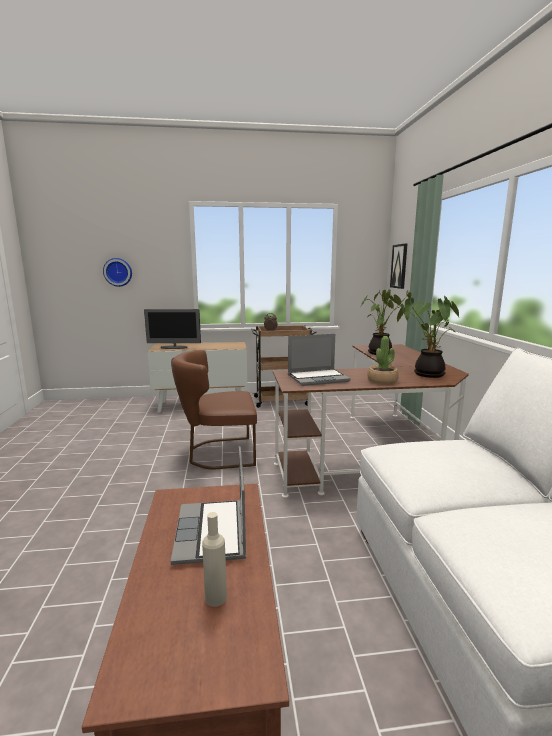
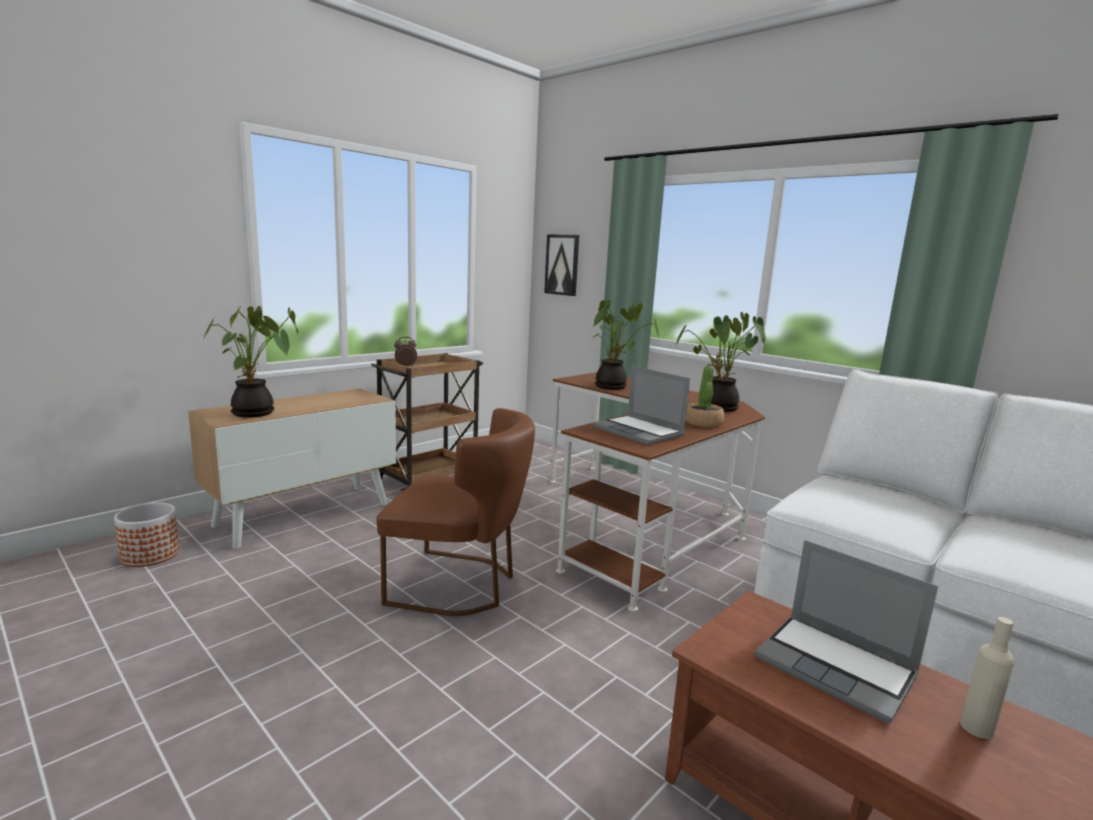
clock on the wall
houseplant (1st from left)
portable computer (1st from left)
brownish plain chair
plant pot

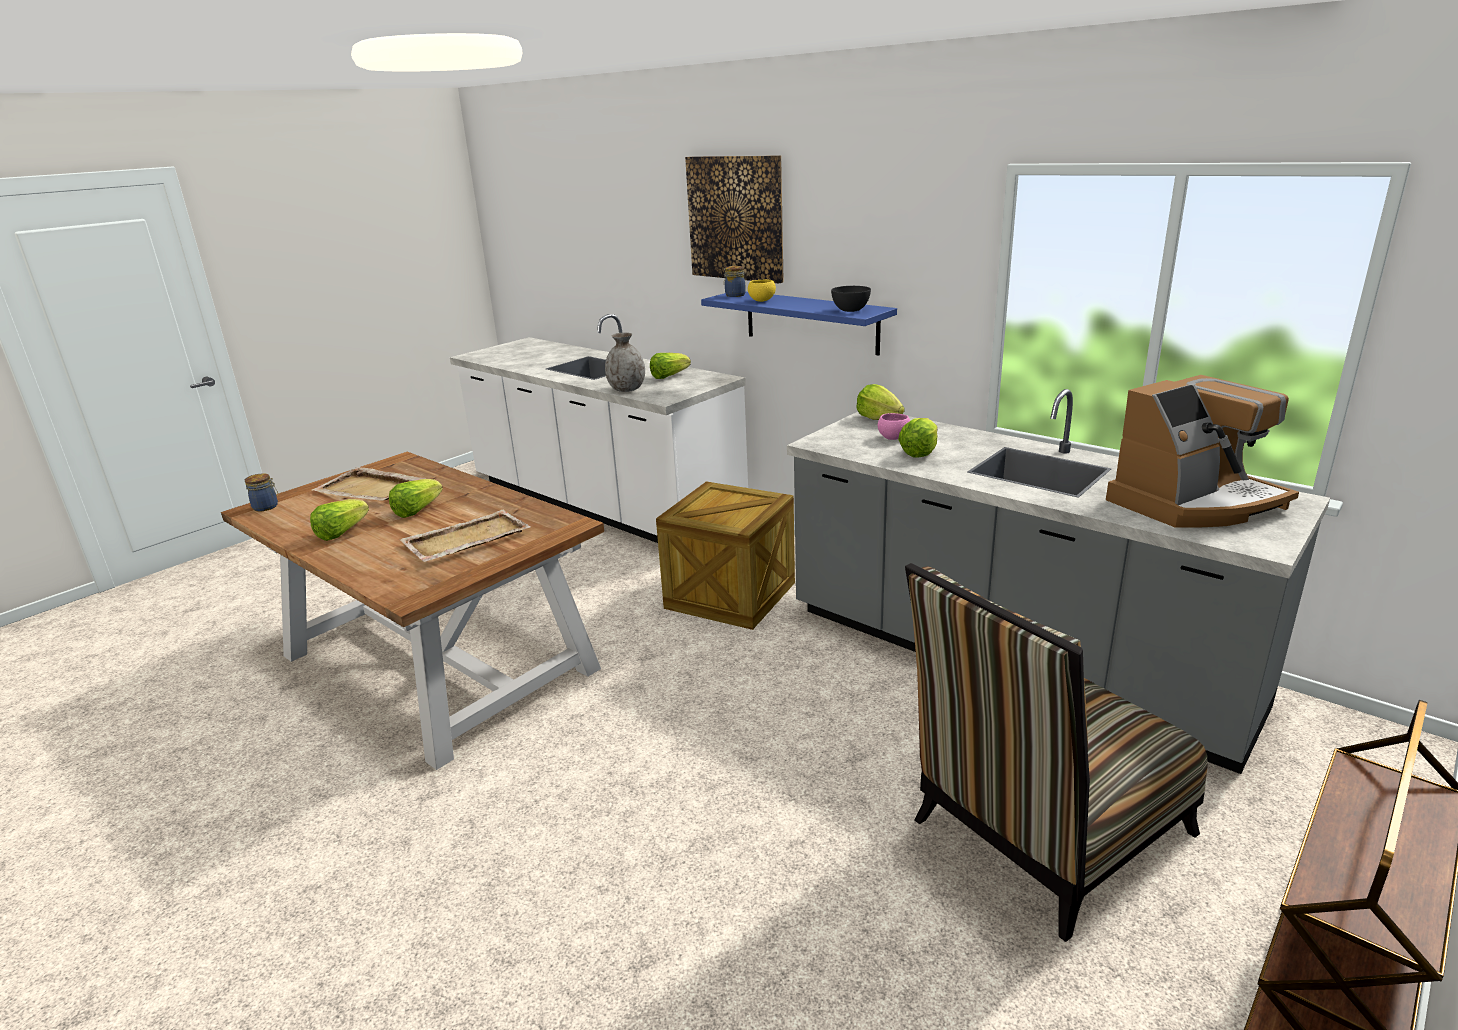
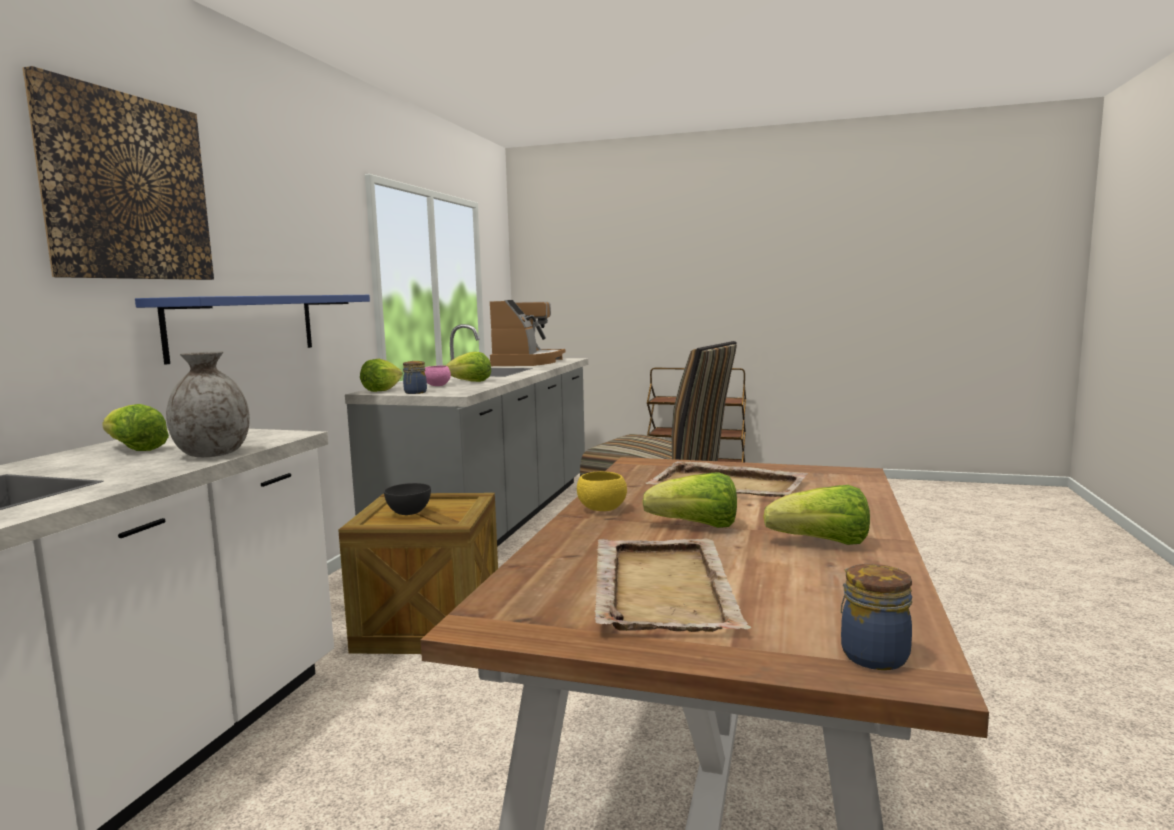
storage jar (1st from left)
yellow-coloured serving bowl
gray serving bowl
coffee maker

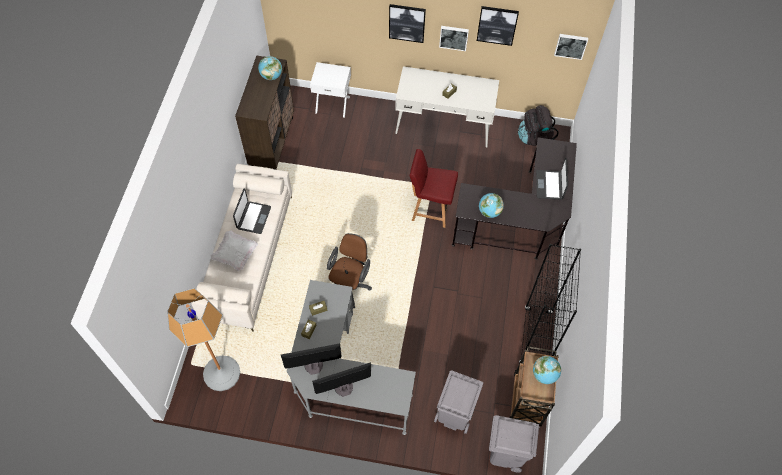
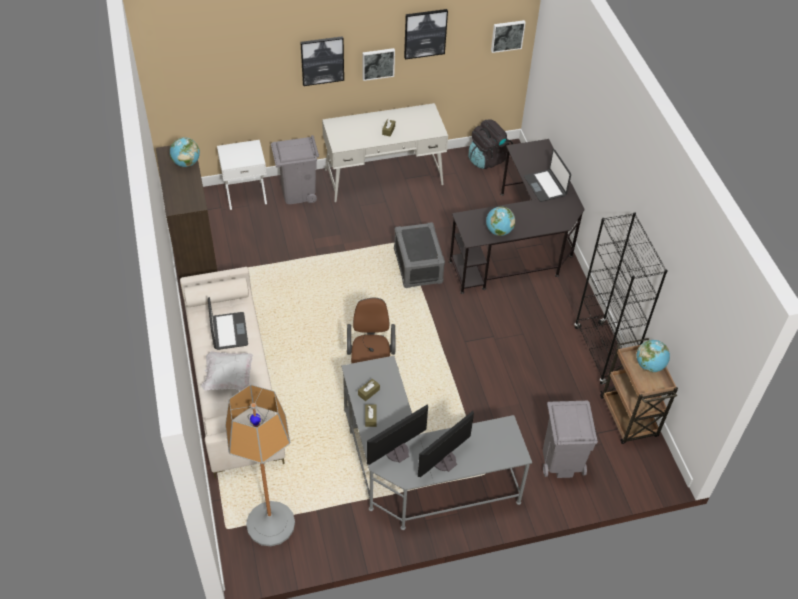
gray storage container
gray trash can (1st from left)

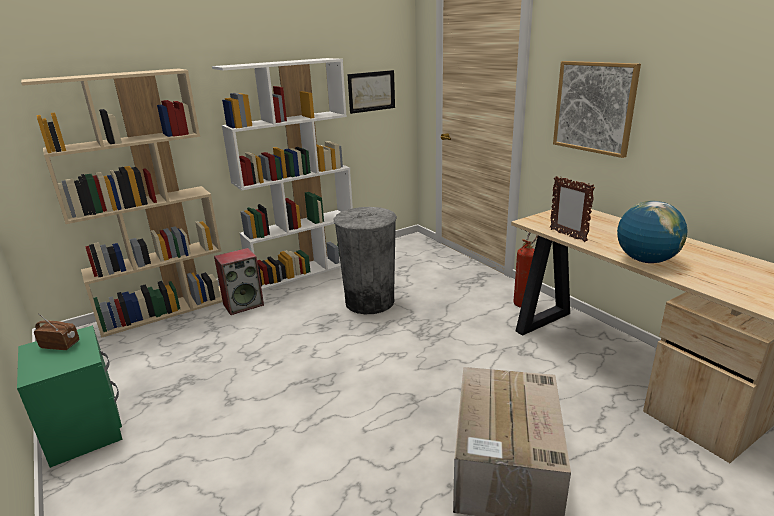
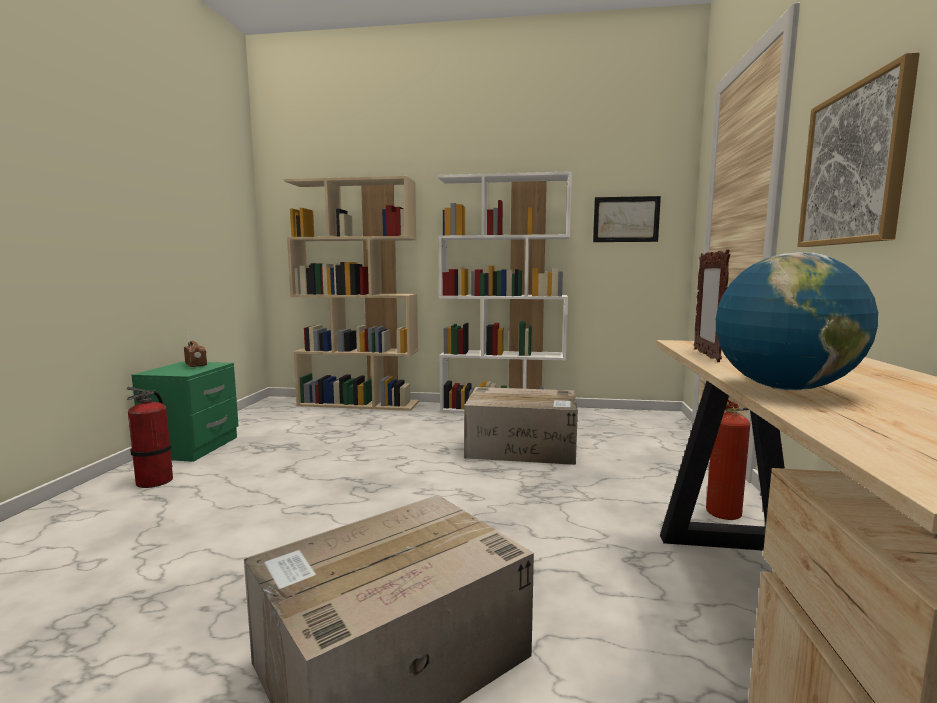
cardboard box (2nd from left)
speaker
fire-fighting cylinder (1st from left)

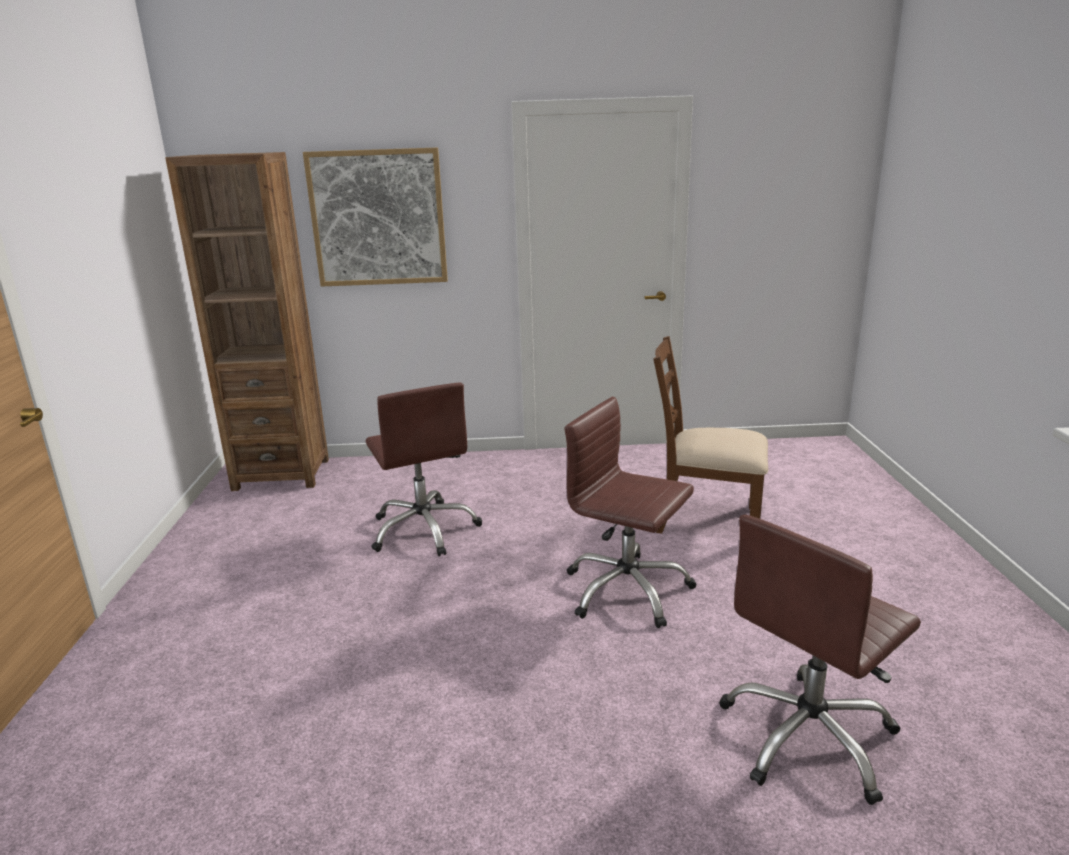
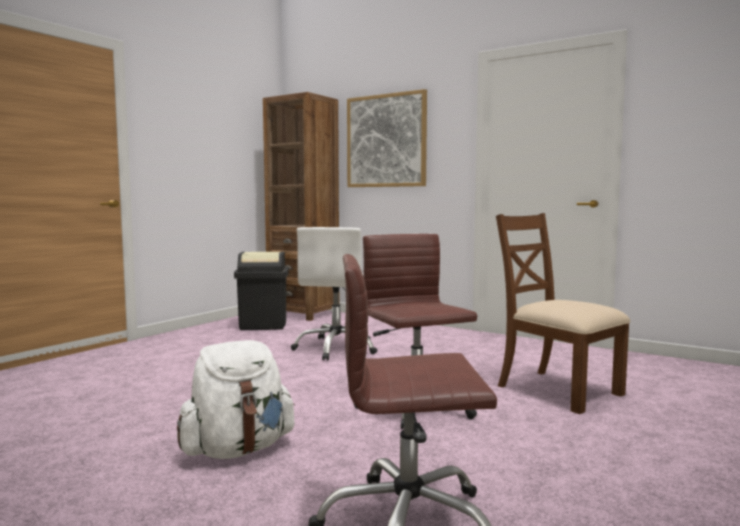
white-coloured desk chair
blackish trash can
white-coloured backpack

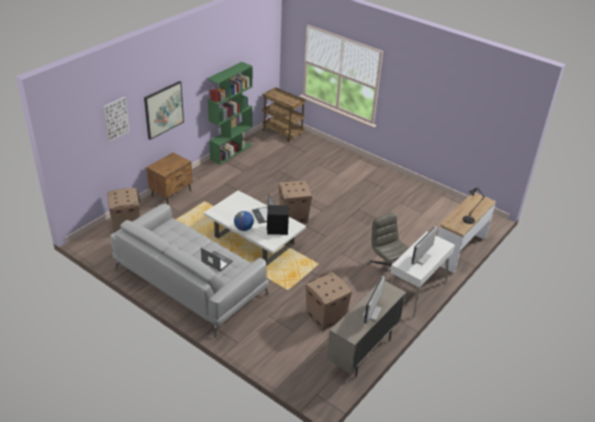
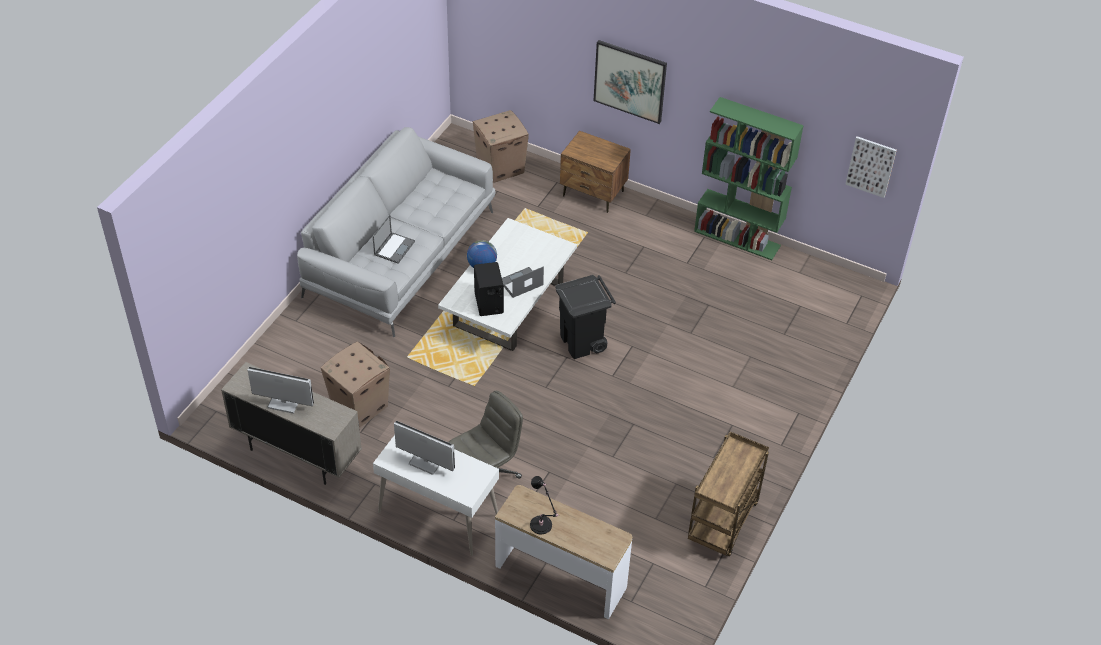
brownish wheeled cart
wall picture (2nd from left)
blackish trash can

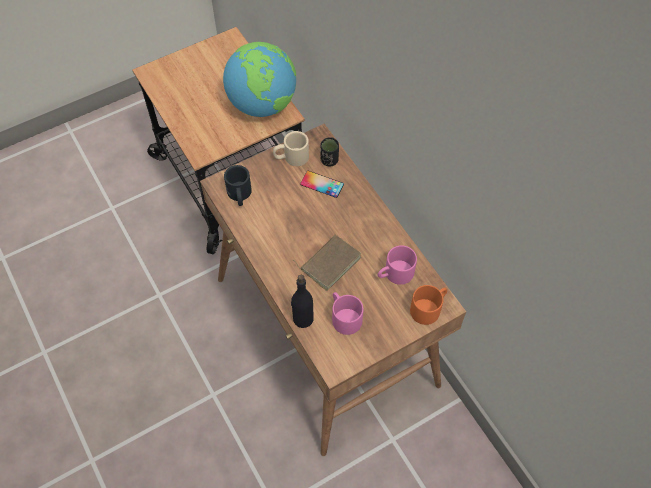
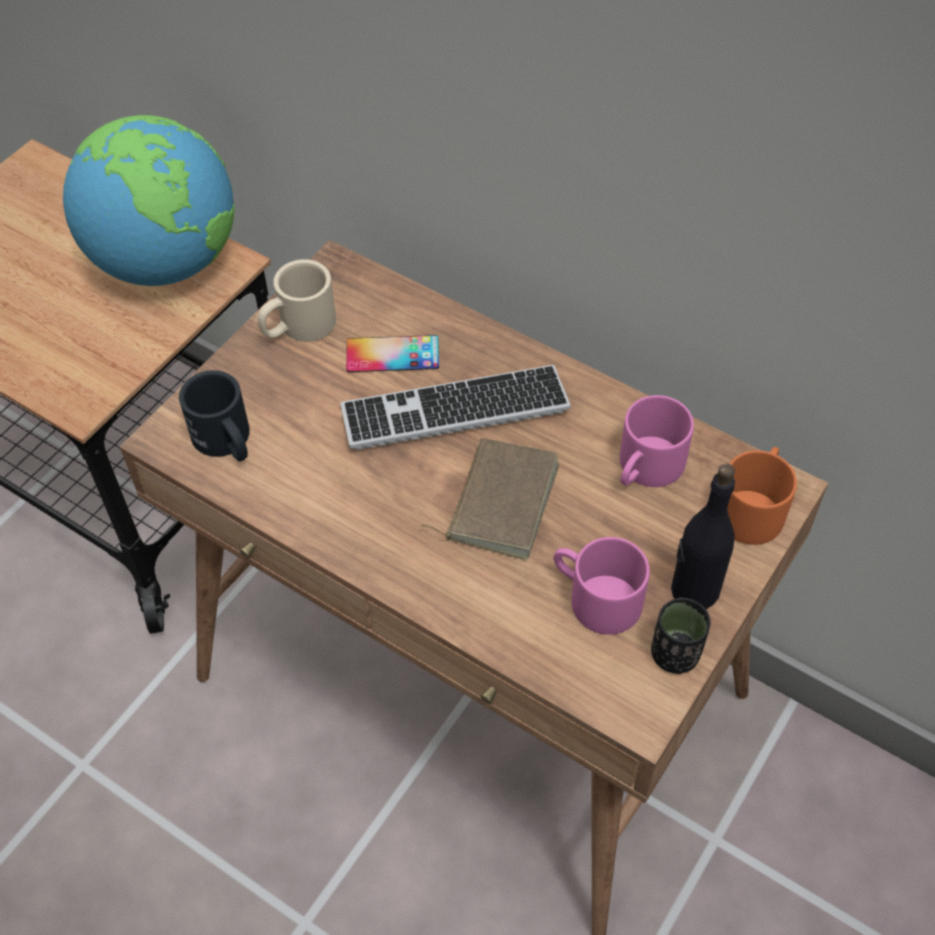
blackish cup
blackish beverage bottle
PC keyboard

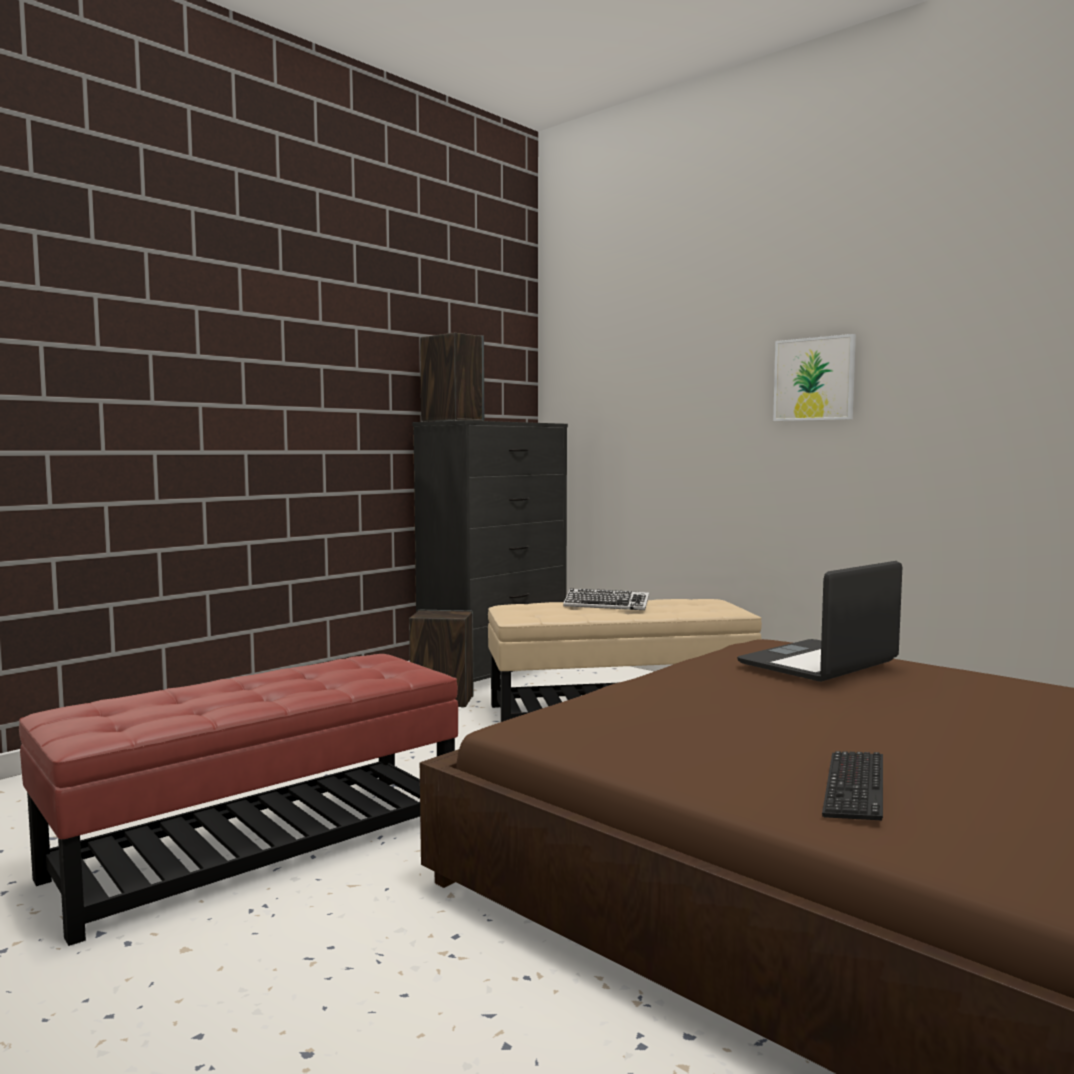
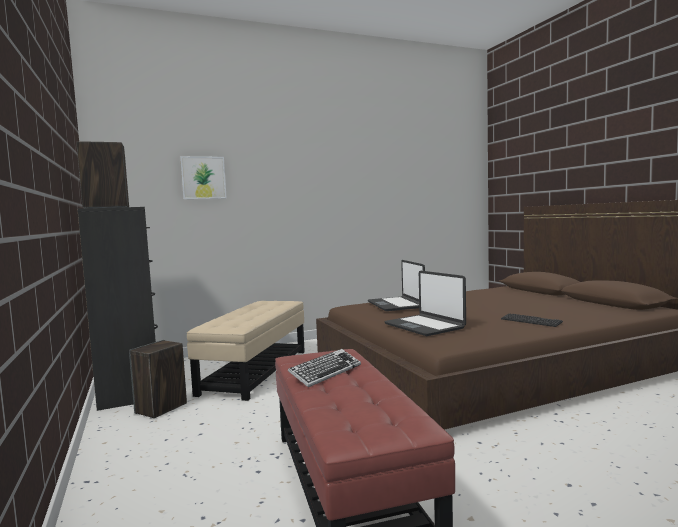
wall picture
PC keyboard (1st from left)
portable computer (2nd from left)

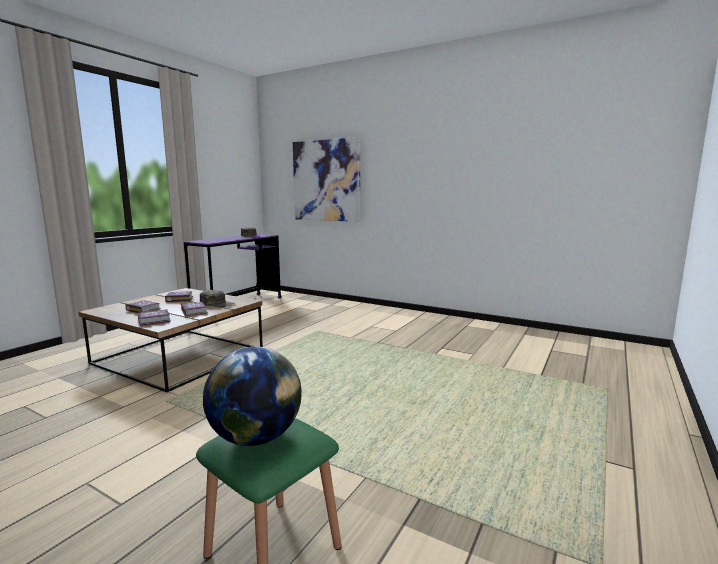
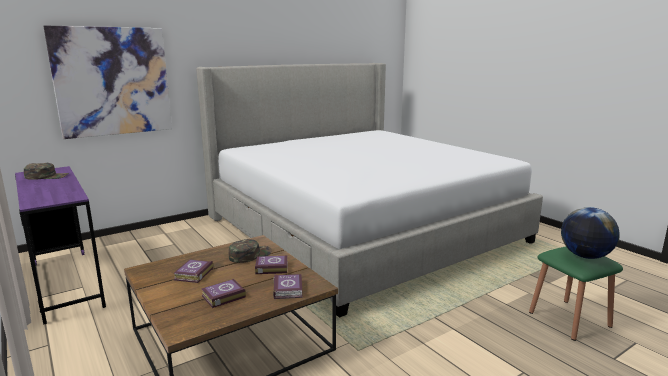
bed

